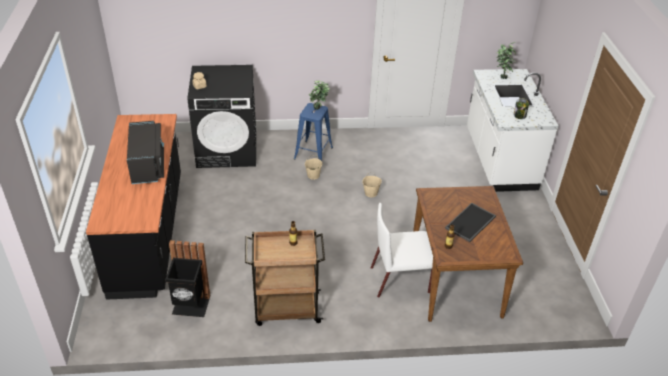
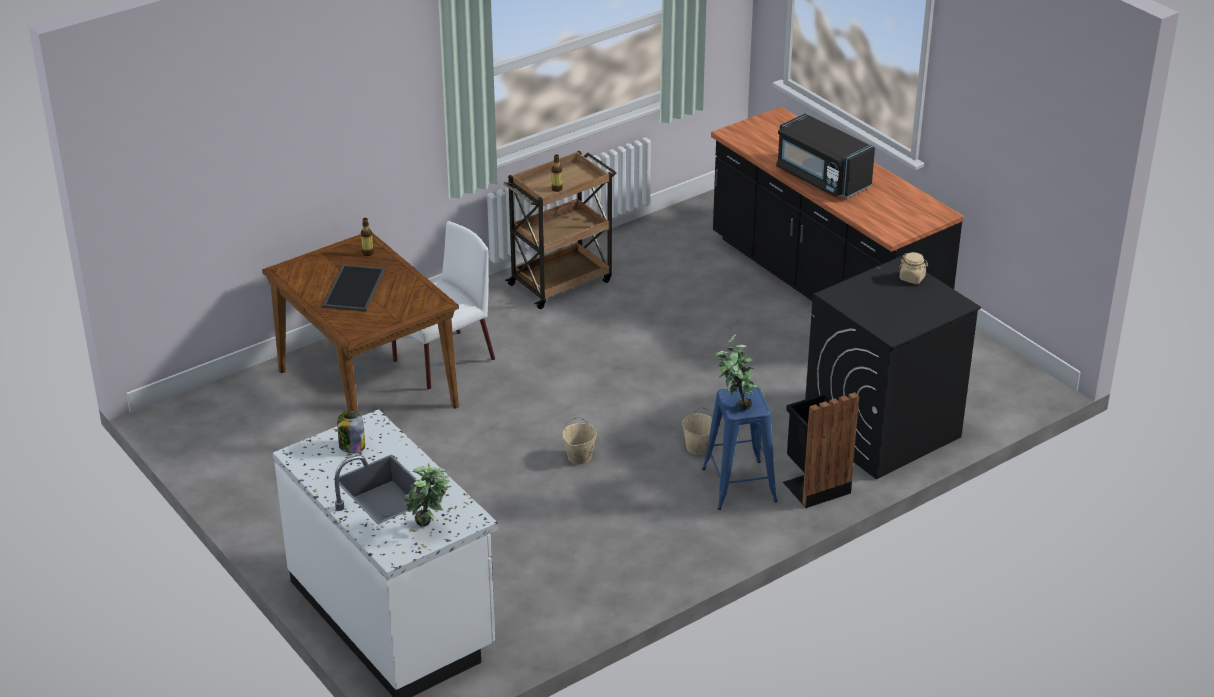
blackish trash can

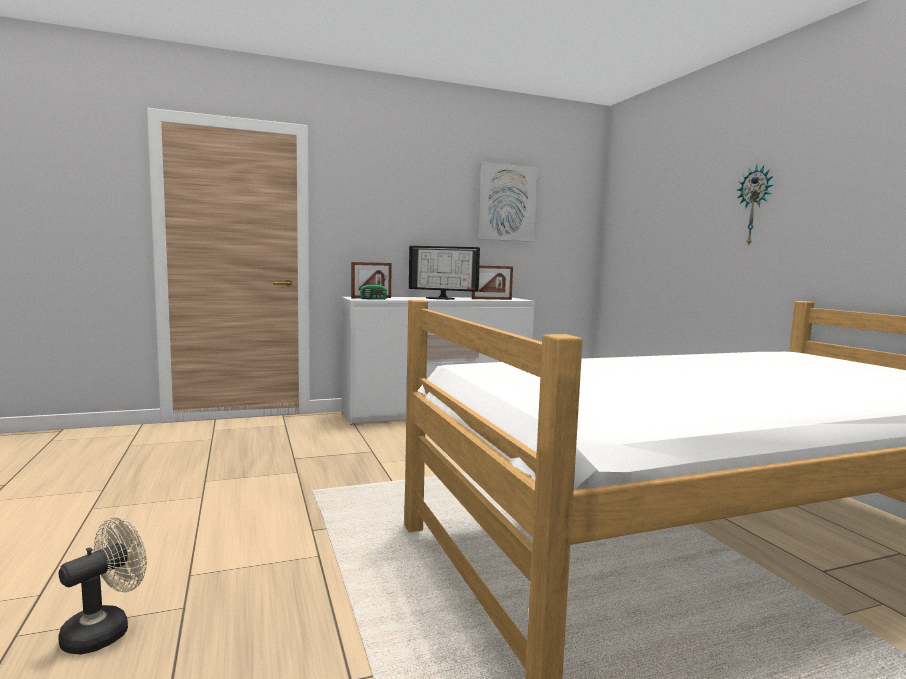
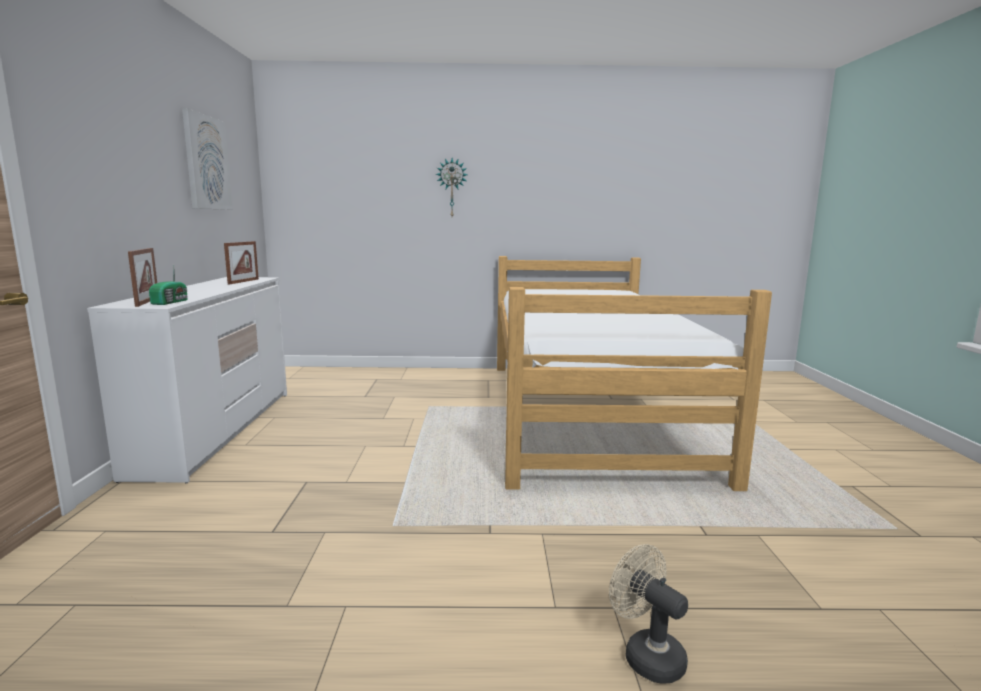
computer screen

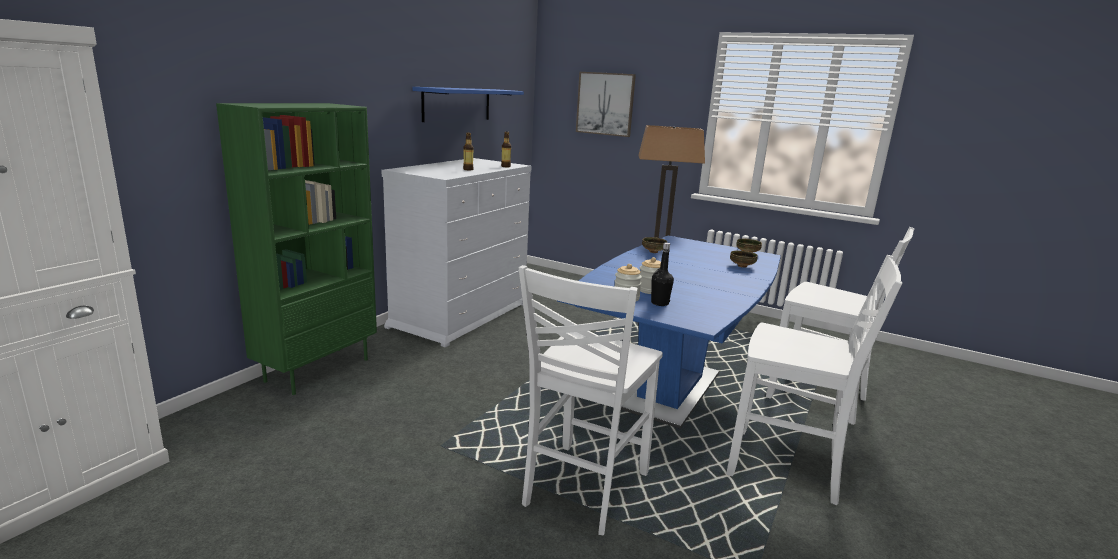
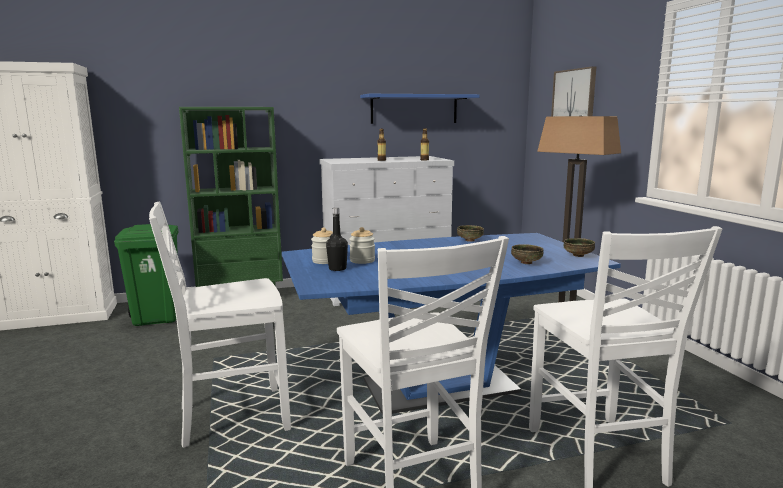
green trash can

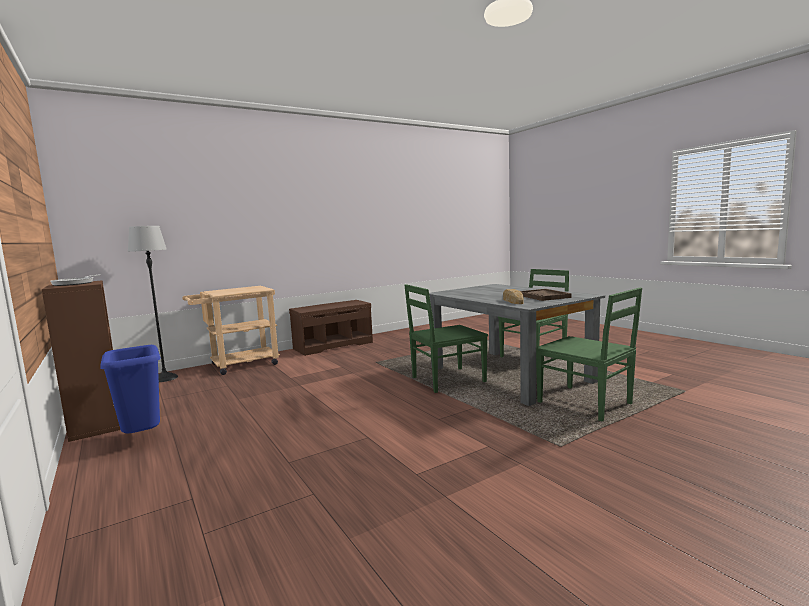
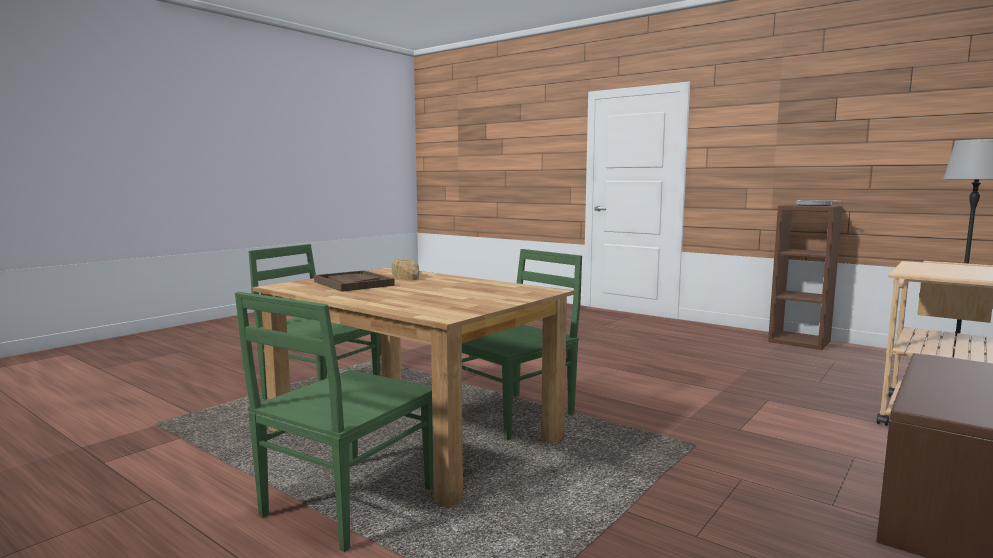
brownish dinner table
blue trash can

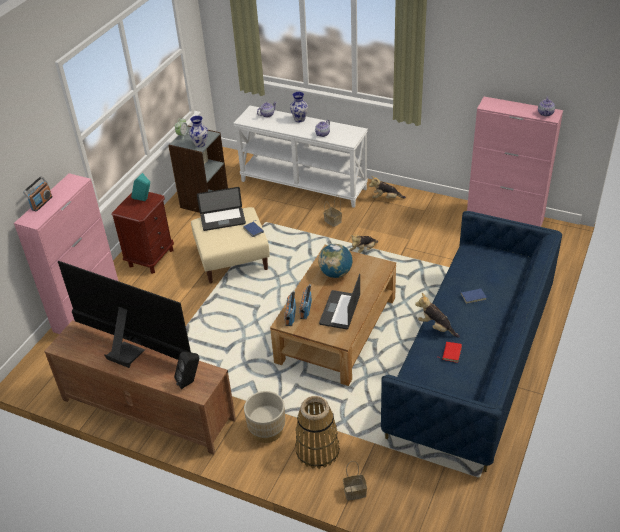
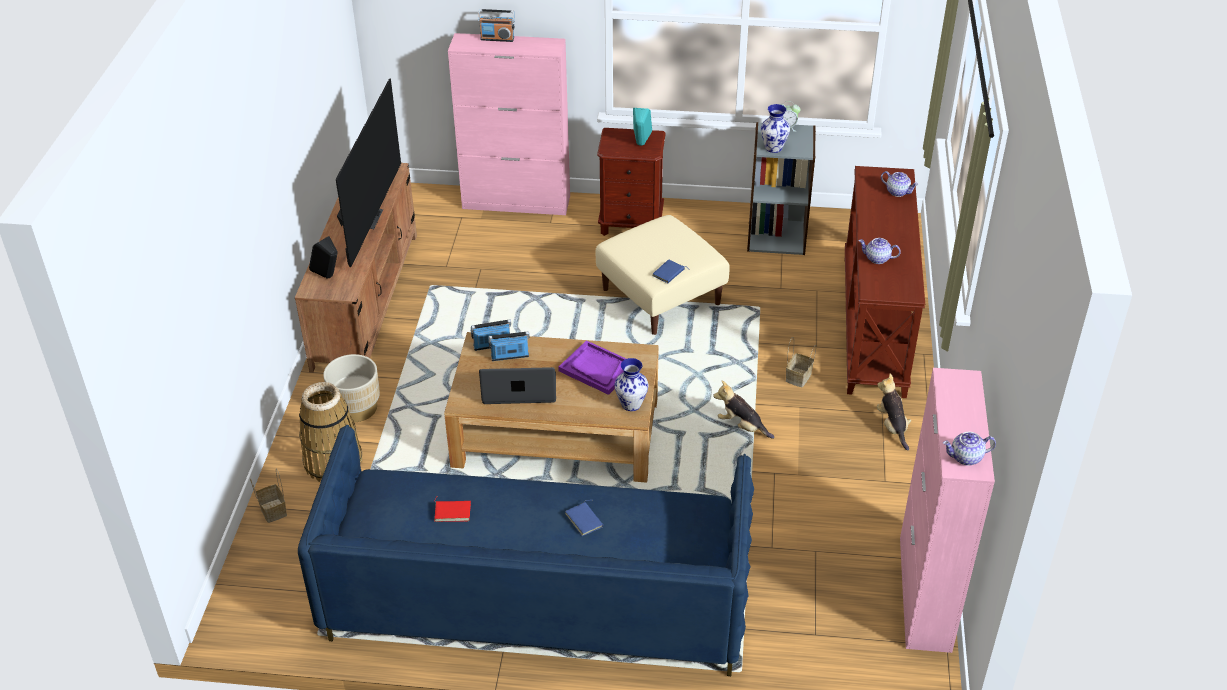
decorative vase (1st from left)
brownish console table
portable computer (1st from left in the first image)
purple carrying tray
plush toy (3rd from left in the first image)

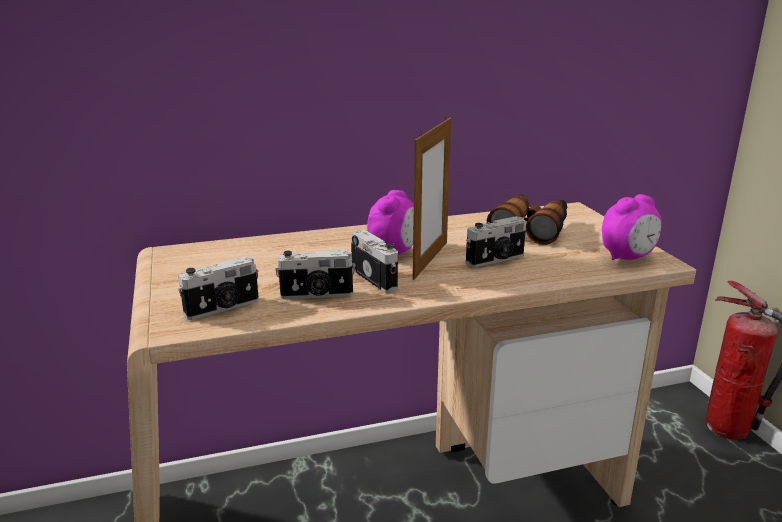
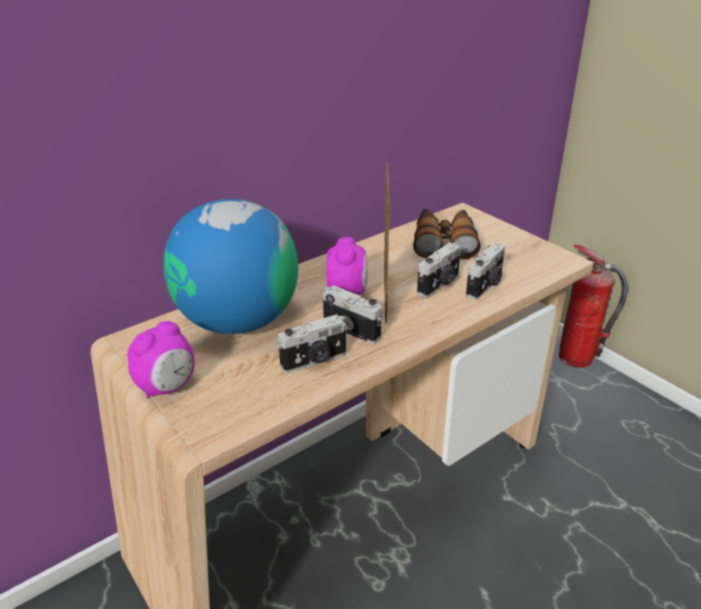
alarm clock (1st from left)
still camera (4th from left)
desk globe

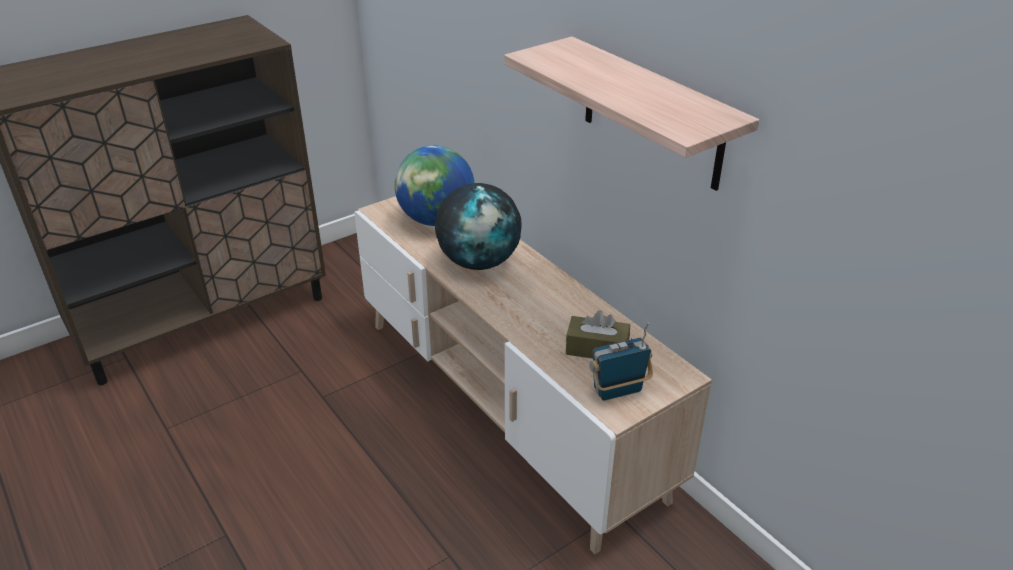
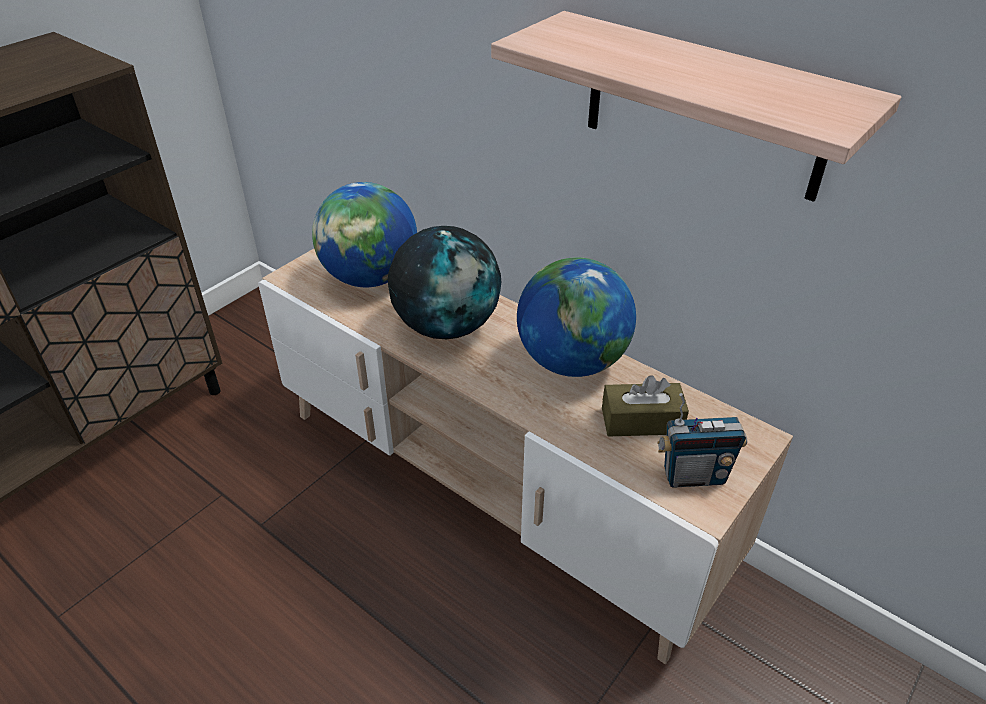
radio set
desk globe (3rd from left)

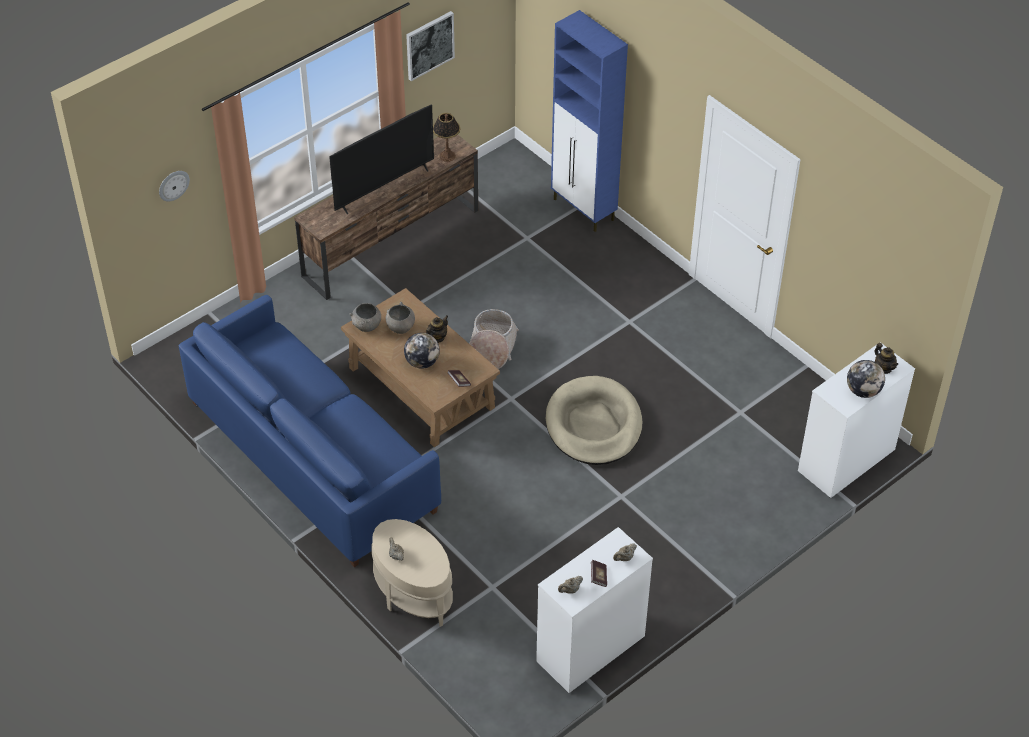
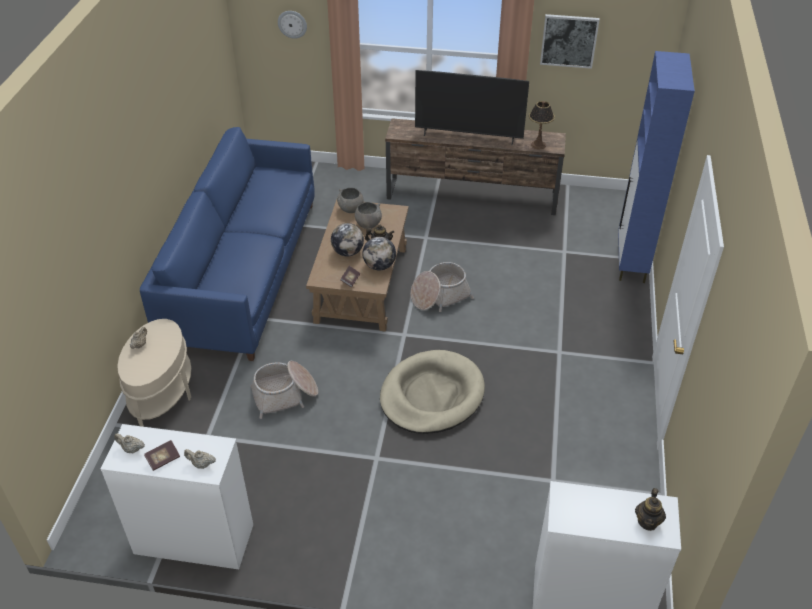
desk globe (2nd from left)
household basket (1st from left)

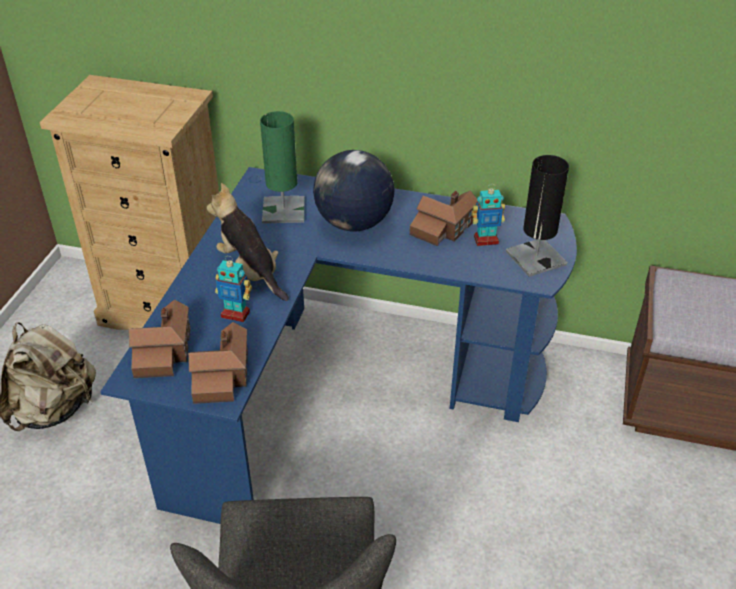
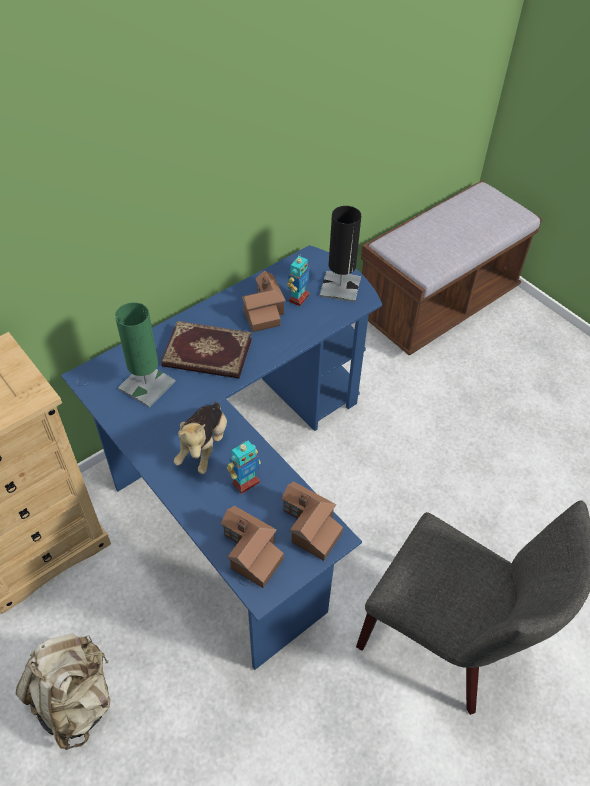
volume
plush toy

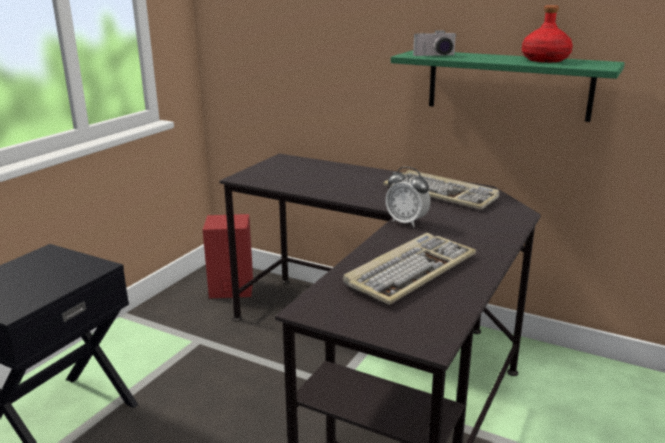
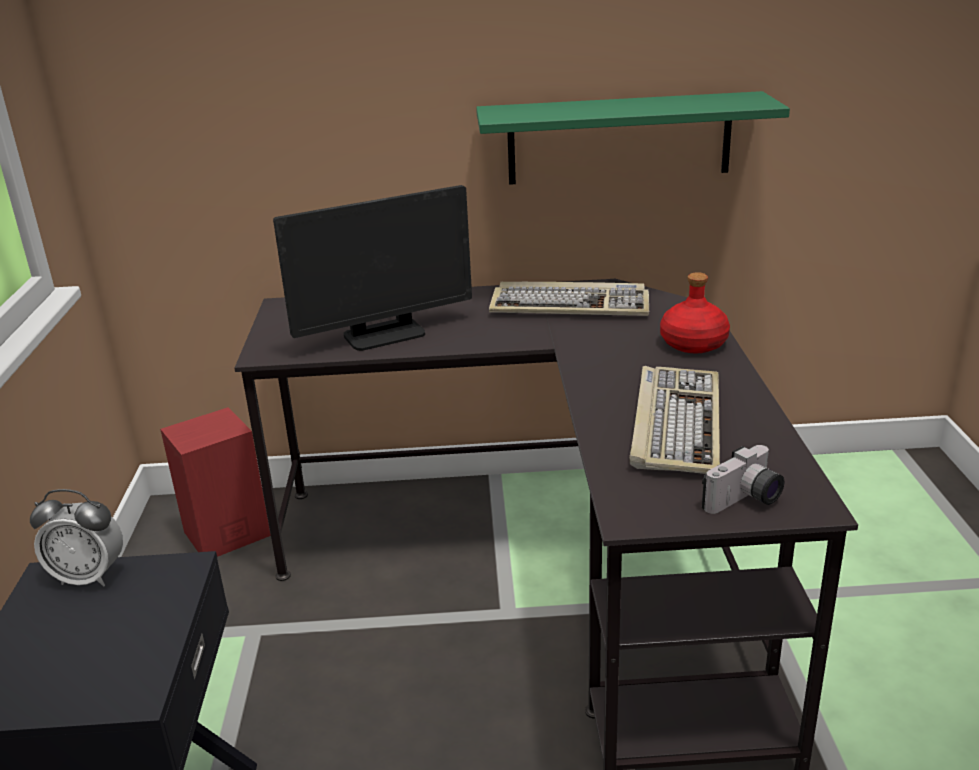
red-coloured beverage bottle
still camera
alarm clock
computer screen

